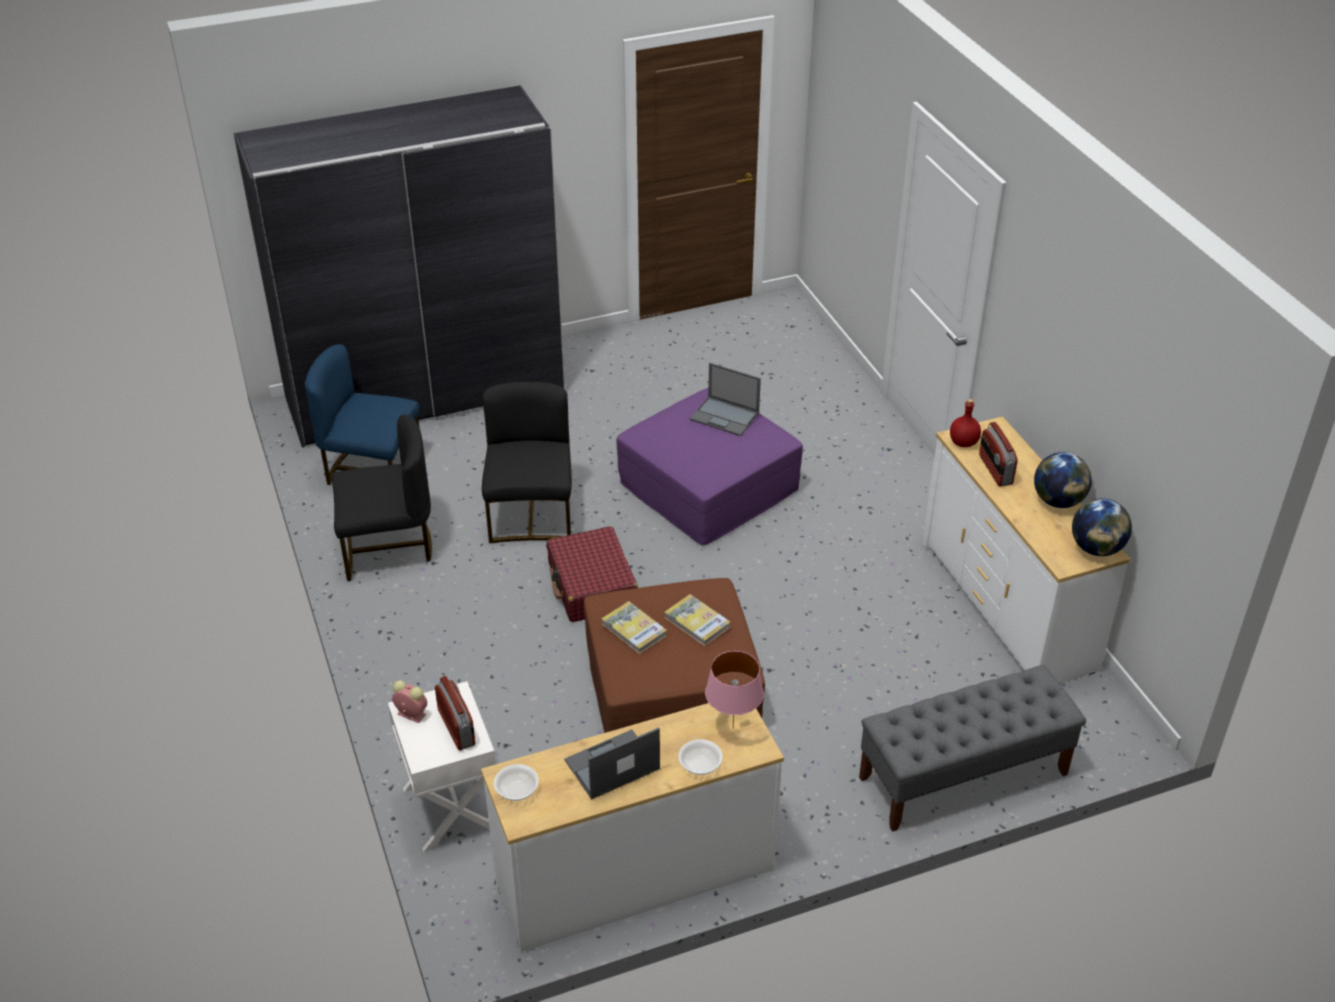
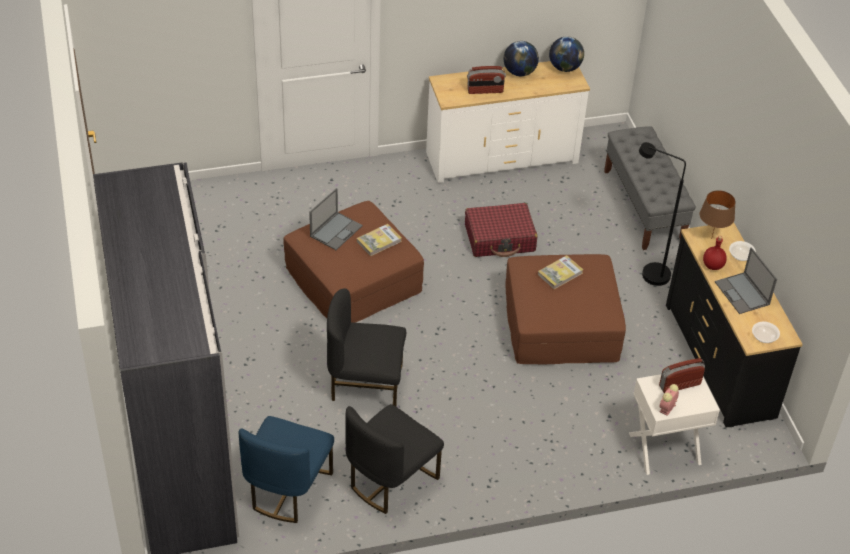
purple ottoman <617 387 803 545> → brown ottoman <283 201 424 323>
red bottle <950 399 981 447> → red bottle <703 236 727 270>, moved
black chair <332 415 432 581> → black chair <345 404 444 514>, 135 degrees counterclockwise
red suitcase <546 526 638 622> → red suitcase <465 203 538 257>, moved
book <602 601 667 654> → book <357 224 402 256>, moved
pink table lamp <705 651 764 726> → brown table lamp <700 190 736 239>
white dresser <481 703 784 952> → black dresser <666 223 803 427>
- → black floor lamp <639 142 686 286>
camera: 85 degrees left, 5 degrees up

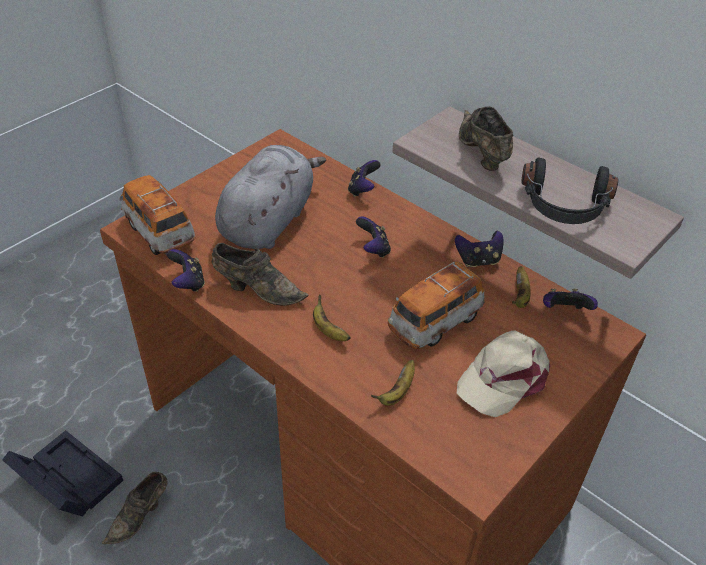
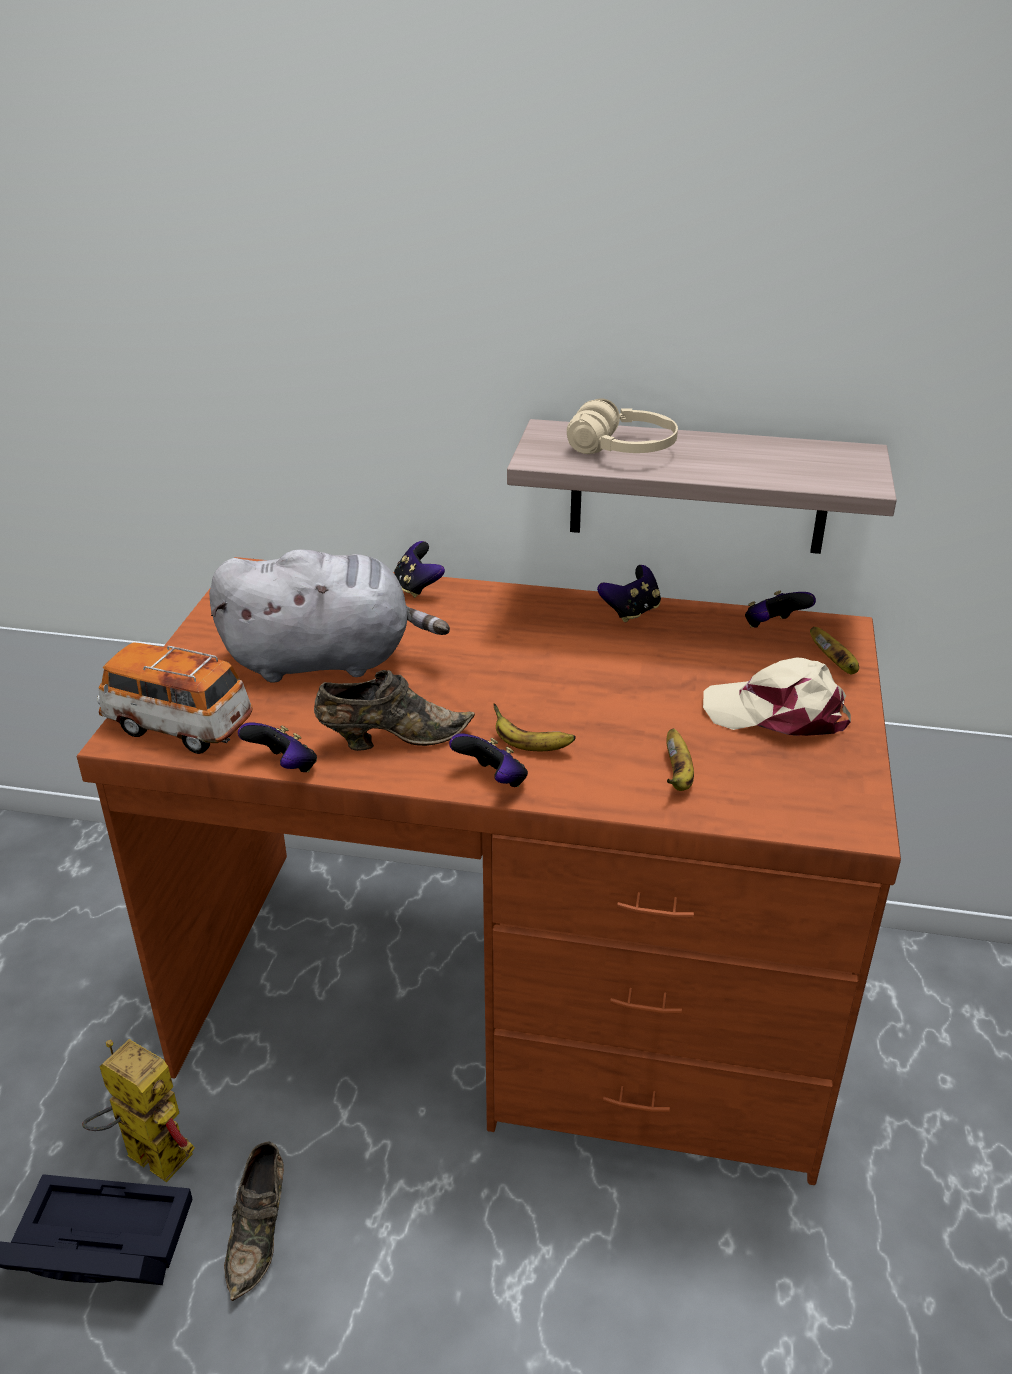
brown shoe <459 106 514 171> → beige headphones <567 398 678 454>
grey plush toy <215 145 326 249> → grey plush toy <209 550 450 683>, 90 degrees clockwise
black headphones <521 157 619 224> → -
game controller <356 216 391 258> → game controller <449 733 528 787>, moved
toy car <388 261 485 350> → -
banana <512 266 530 308> → banana <810 627 859 674>, moved
beige cap <457 330 550 417> → beige cap <703 657 851 736>, 90 degrees clockwise
- → toy robot <82 1039 195 1183>
camera: 30 degrees left, 10 degrees down

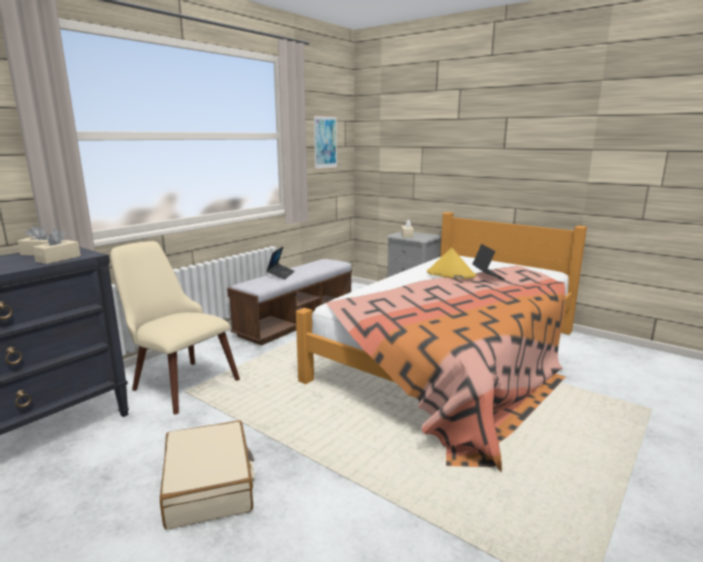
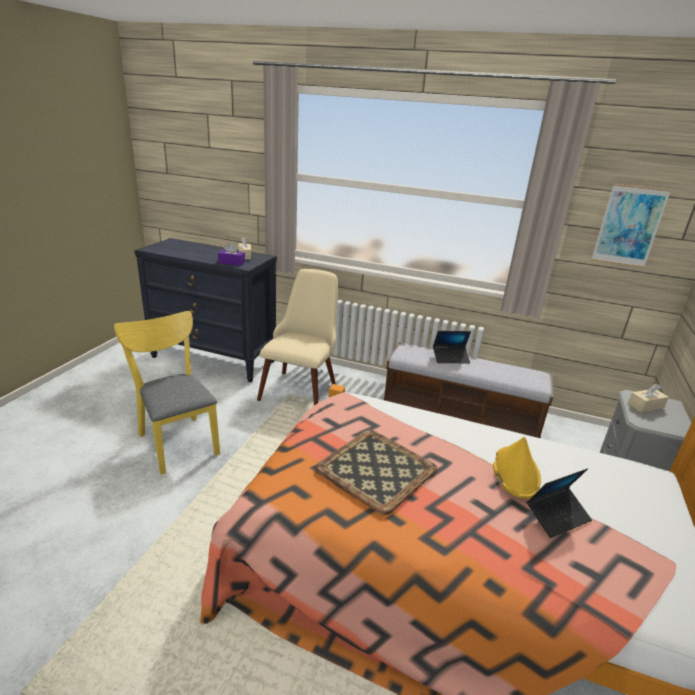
beige tissue box <33 229 81 264> → purple tissue box <218 243 245 266>
beige suitcase <160 420 254 530> → yellow chair <114 311 220 475>
- → tray <315 430 437 515>
camera: 70 degrees right, 10 degrees up

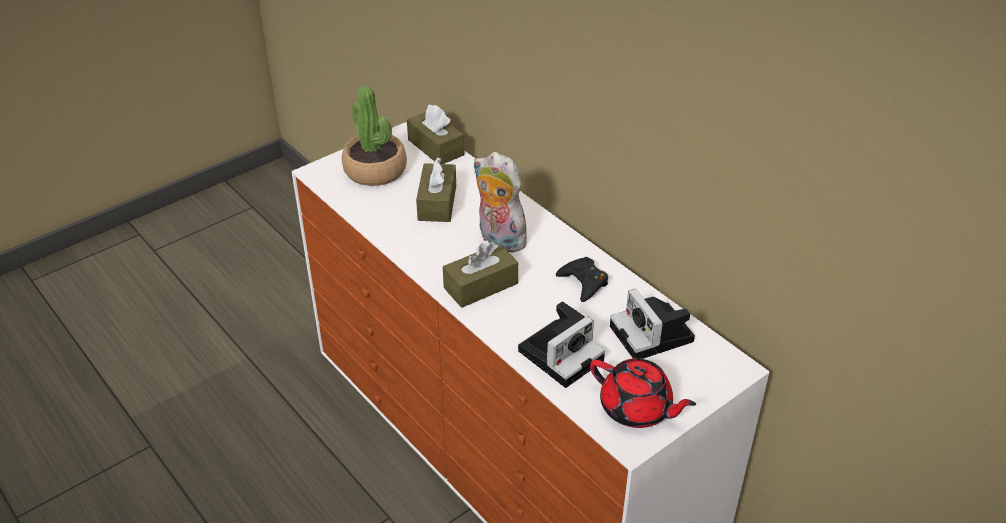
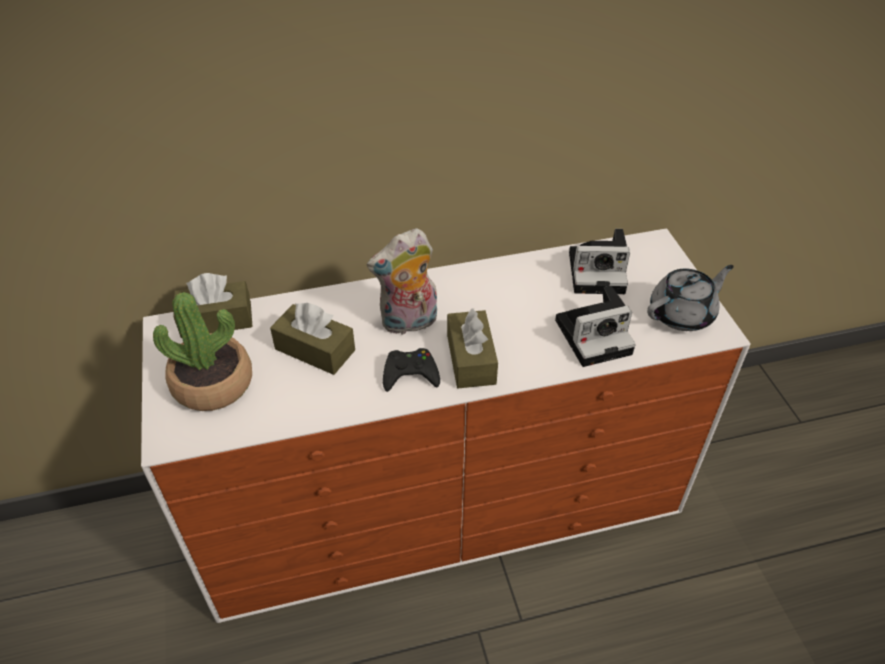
black game controller <556 257 608 302> → black game controller <383 348 440 392>, moved
photo camera <518 301 605 388> → photo camera <555 286 636 367>, 90 degrees clockwise
red teapot <590 358 696 428> → grey teapot <647 265 734 331>
camera: 65 degrees left, 5 degrees up

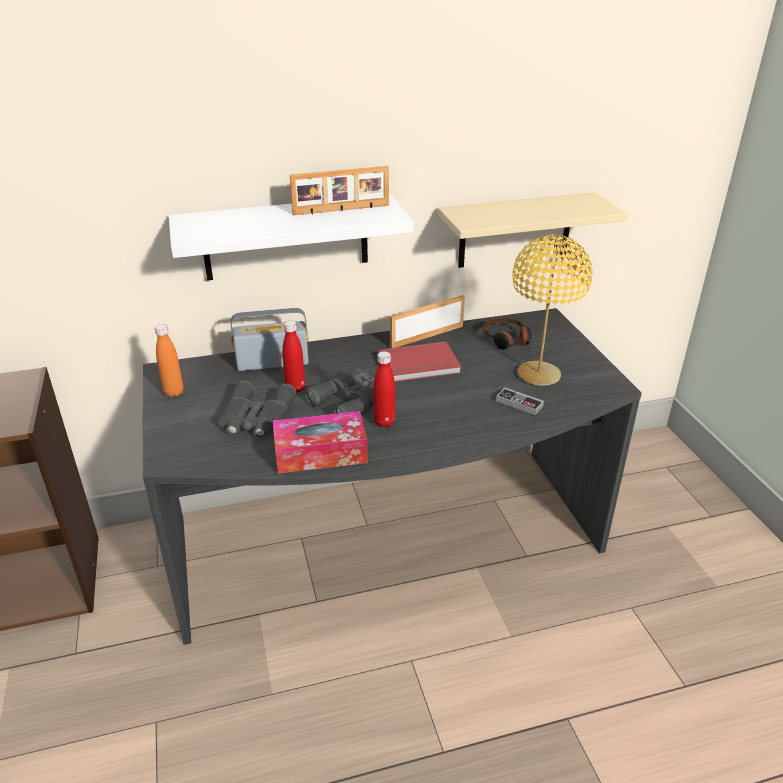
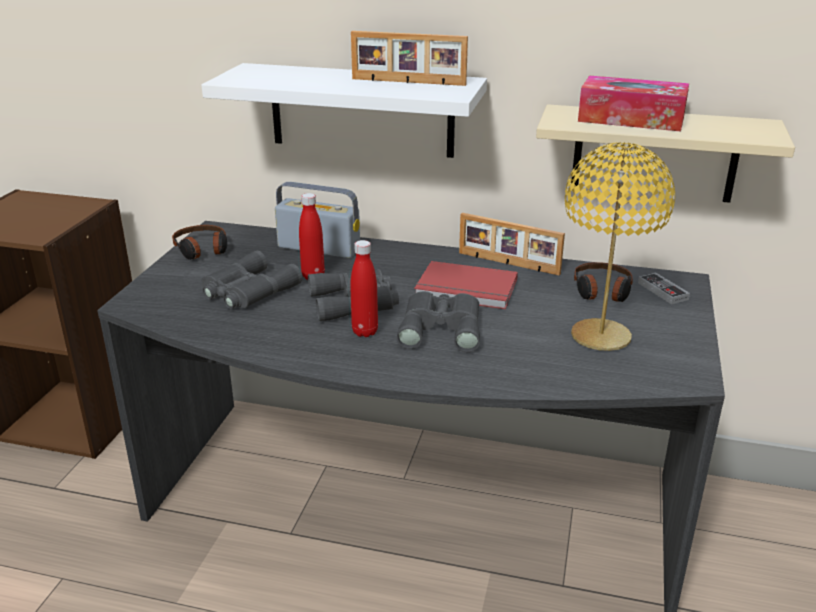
picture frame <390 295 465 348> → picture frame <459 213 565 275>, 150 degrees counterclockwise
orange bottle <155 324 183 397> → headphones <172 225 227 260>
game controller <496 388 544 415> → game controller <638 273 690 304>, moved
tissue box <273 411 368 474> → tissue box <578 76 689 132>, moved
- → grey binoculars <397 291 480 353>
camera: 30 degrees right, 5 degrees down

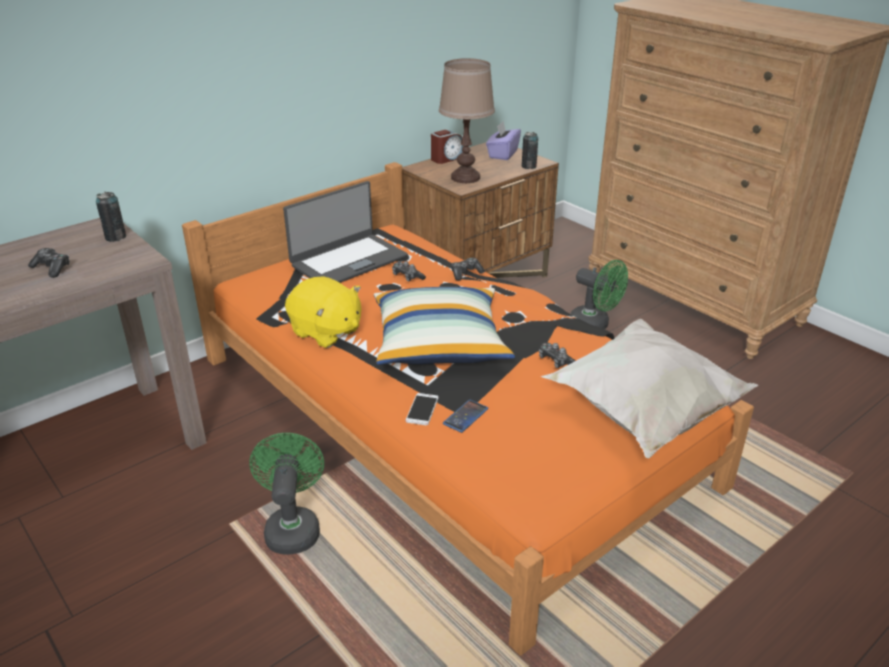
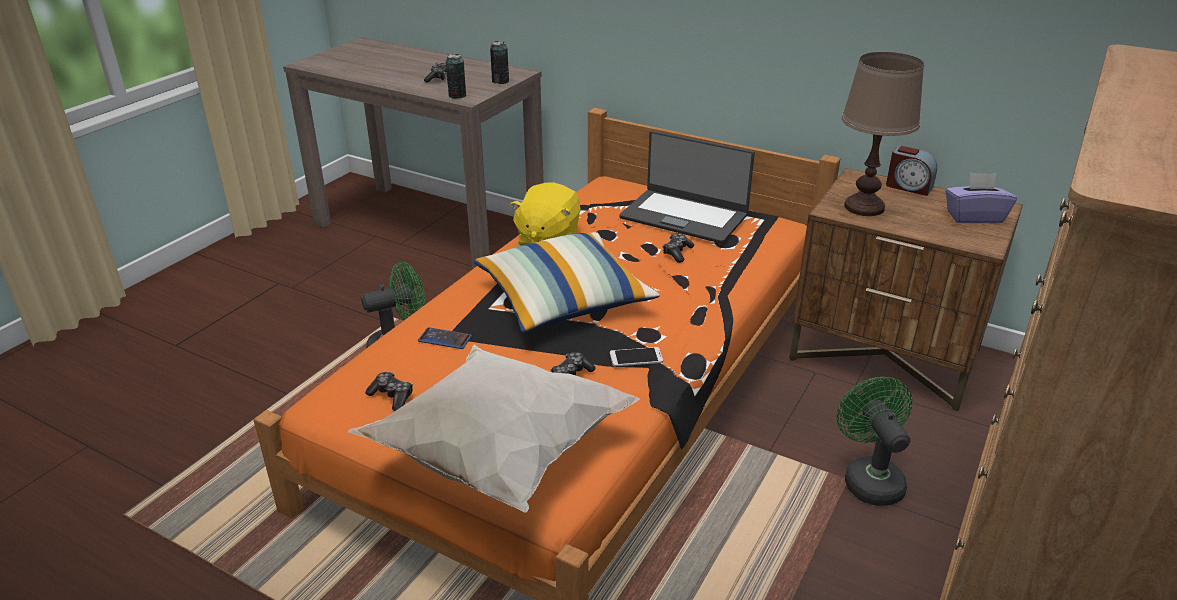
can <522 132 538 169> → can <446 54 466 99>, moved
game controller <451 258 485 281> → game controller <365 372 413 411>, moved
green fan <570 260 628 329> → green fan <837 377 913 506>, 150 degrees clockwise
phone <406 393 438 425> → phone <610 347 663 366>, moved
camera: 70 degrees right, 0 degrees up

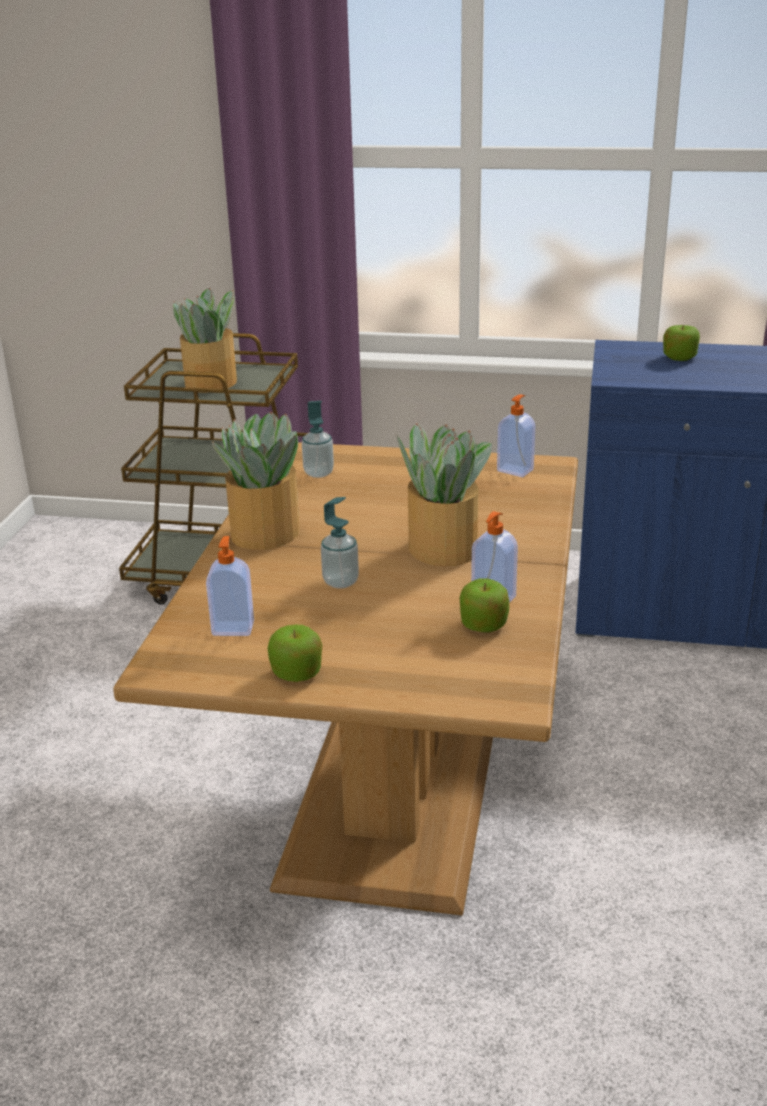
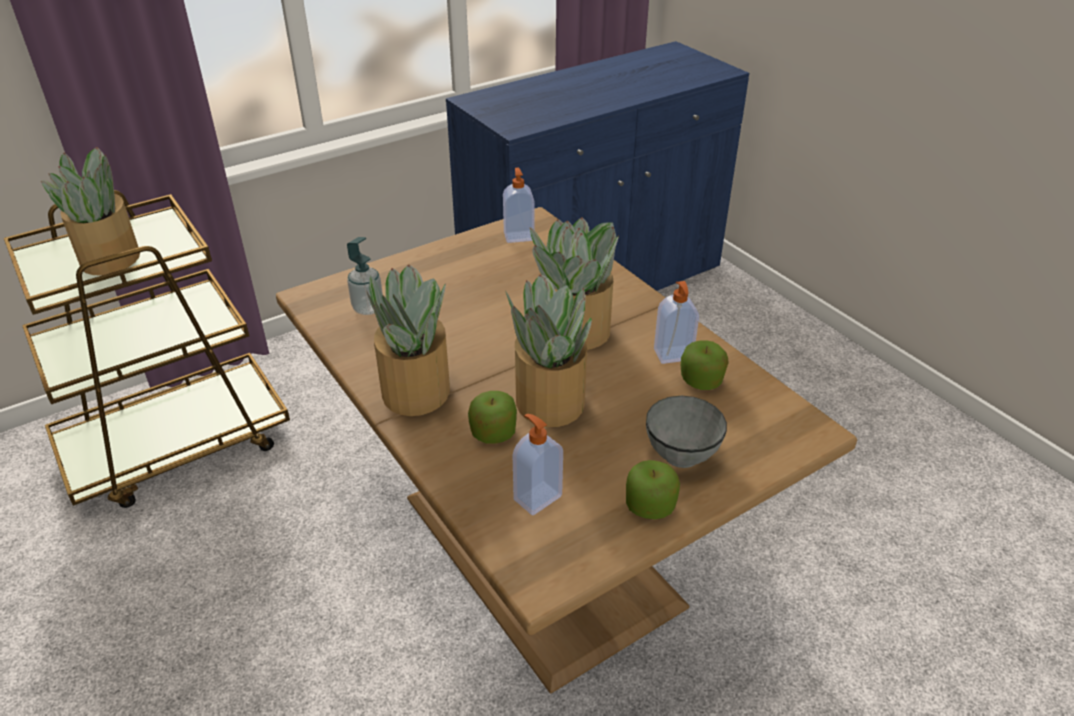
apple <663 325 700 361> → apple <468 391 517 444>, moved
soap dispenser <321 497 359 589> → potted plant <505 274 592 427>
- → grey bowl <646 396 727 468>
camera: 45 degrees left, 10 degrees up

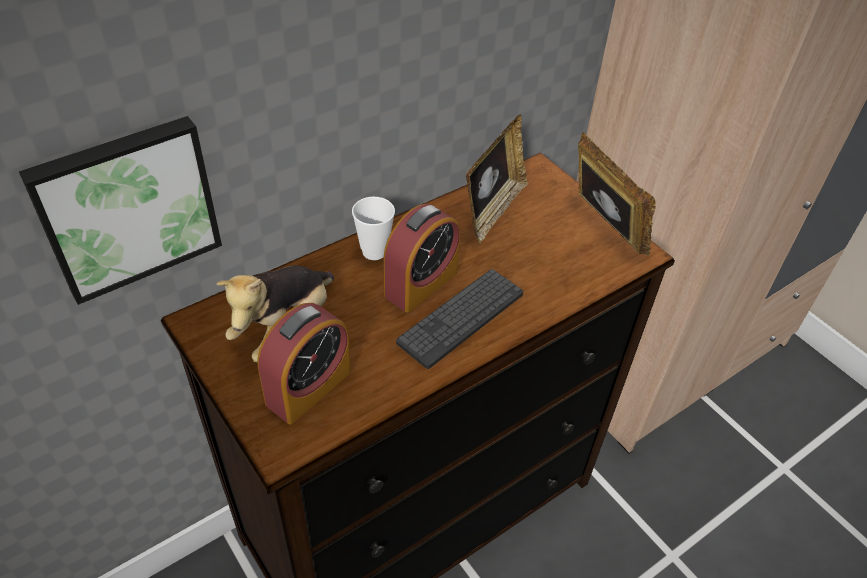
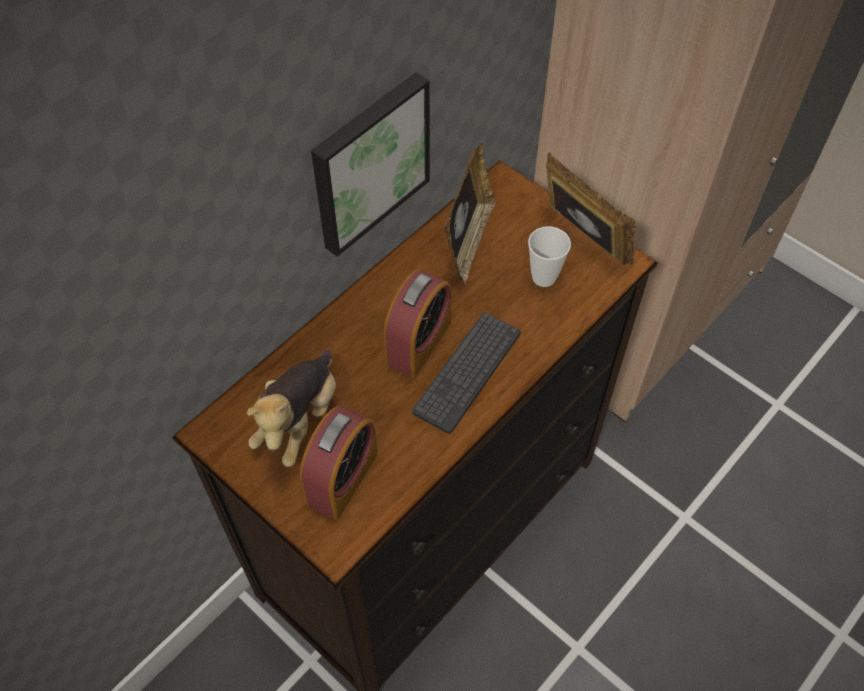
picture <19 116 222 305> → picture <311 72 430 257>, moved
cup <352 197 395 260> → cup <528 226 571 287>, moved
camera: 10 degrees left, 10 degrees up

